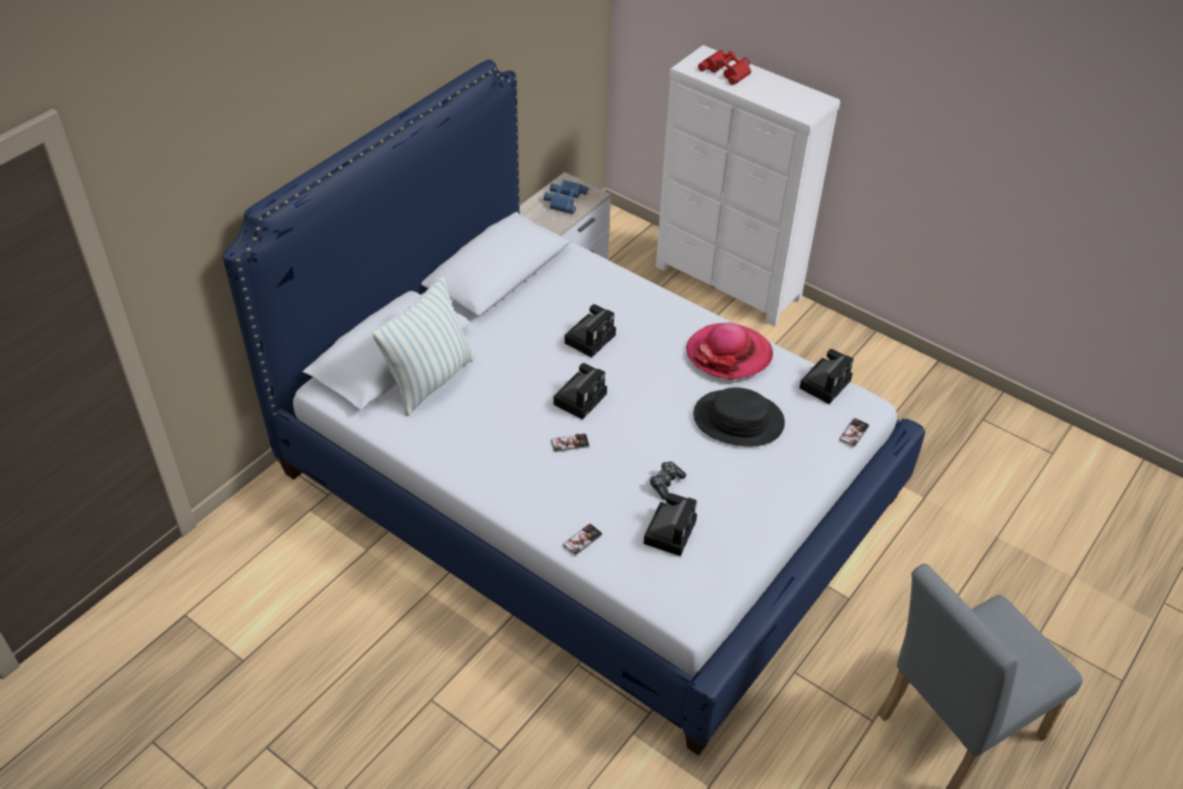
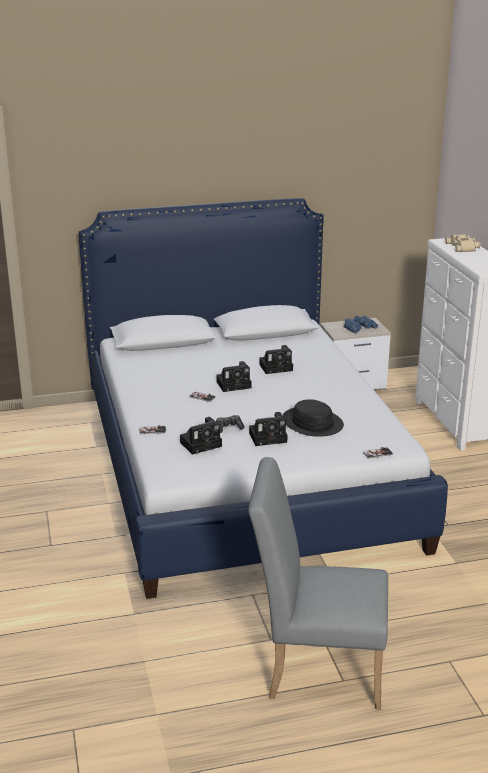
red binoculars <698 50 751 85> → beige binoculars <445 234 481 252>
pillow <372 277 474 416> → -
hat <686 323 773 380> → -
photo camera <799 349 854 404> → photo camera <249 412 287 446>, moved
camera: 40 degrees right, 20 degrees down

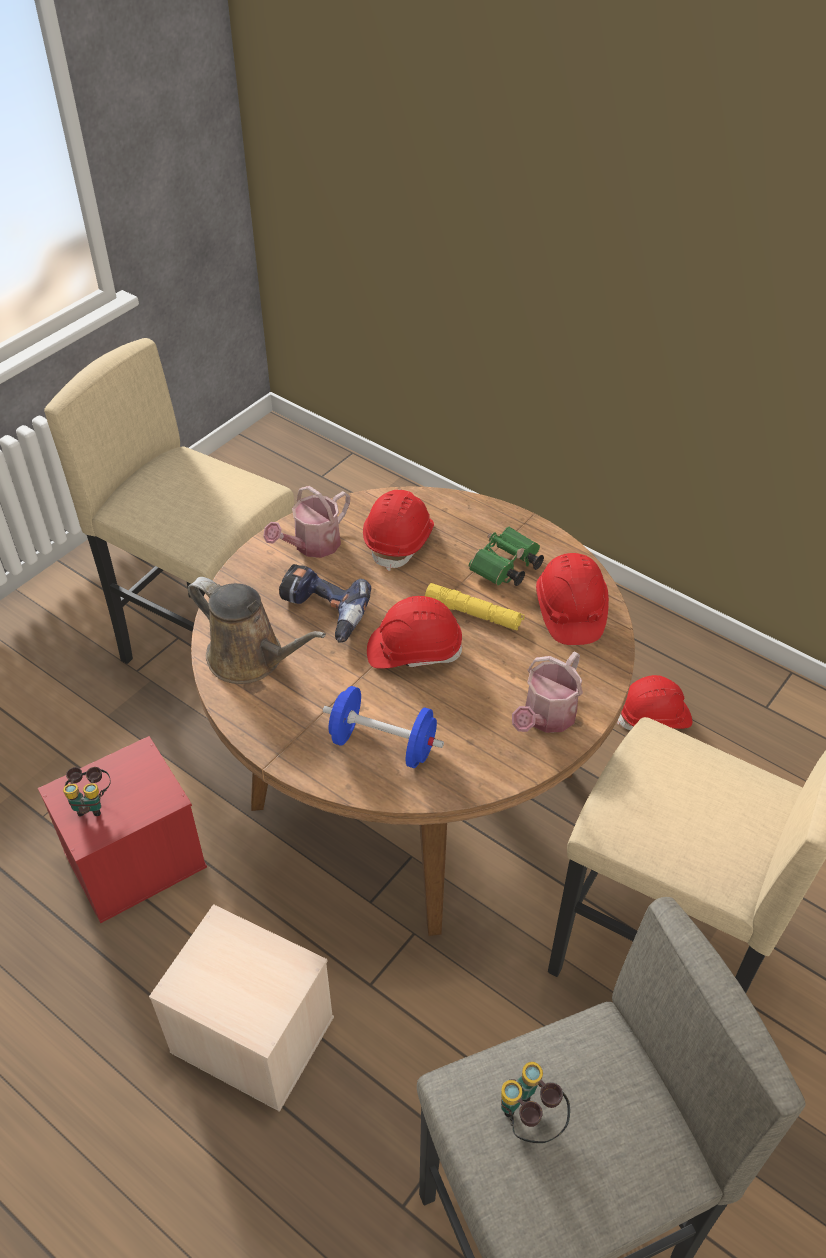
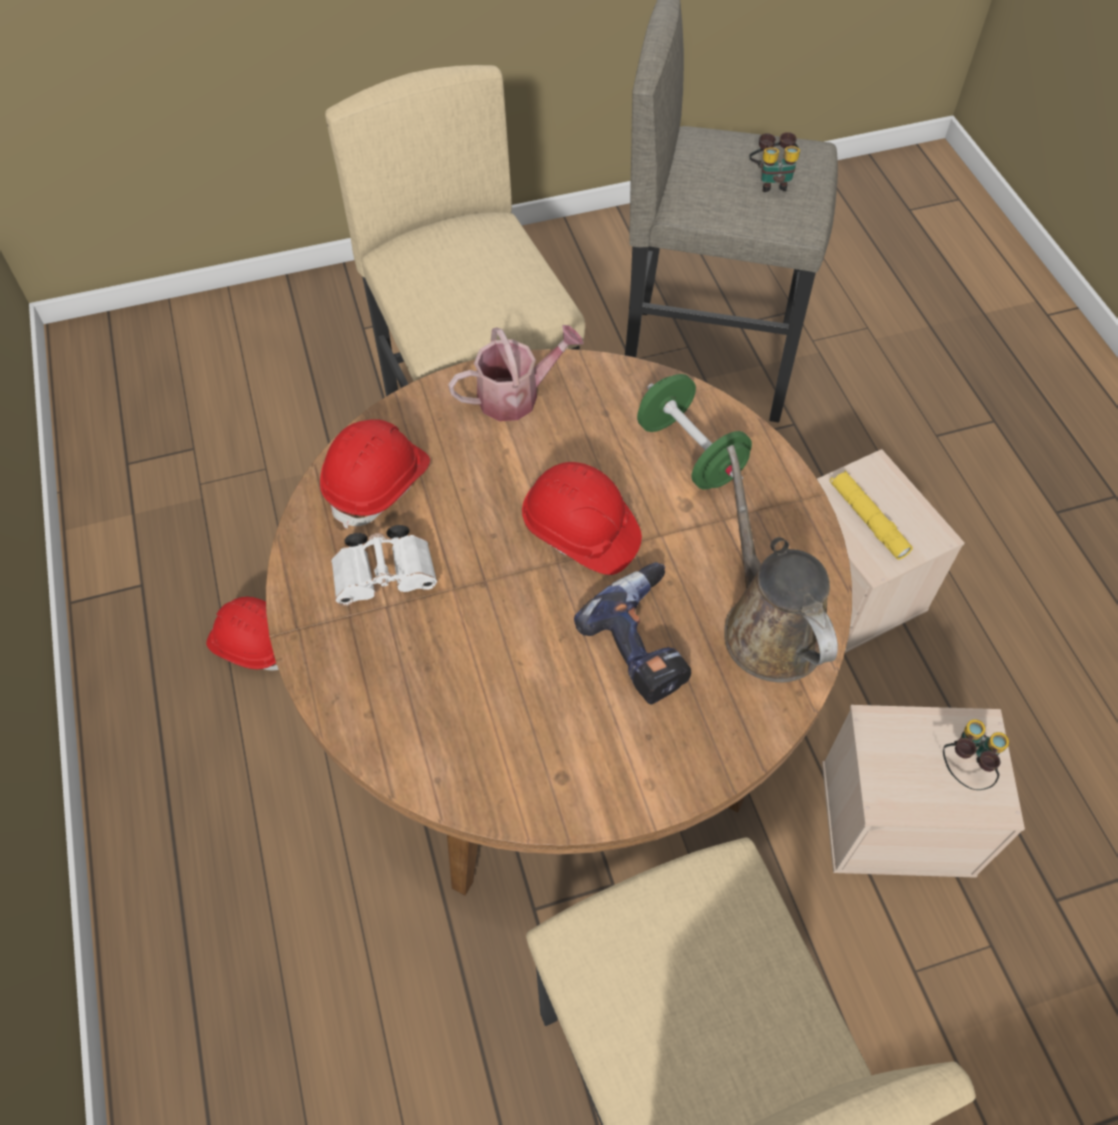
watering can <263 486 350 558> → -
red hard hat <363 490 434 571> → -
green binoculars <469 527 544 586> → white binoculars <331 525 437 606>
yellow flashlight <425 583 525 631> → yellow flashlight <830 471 913 560>, moved
blue dumbbell <323 686 444 768> → green dumbbell <637 374 752 490>
red storage box <38 736 207 923> → beige storage box <822 705 1025 878>
camera: 145 degrees left, 10 degrees up

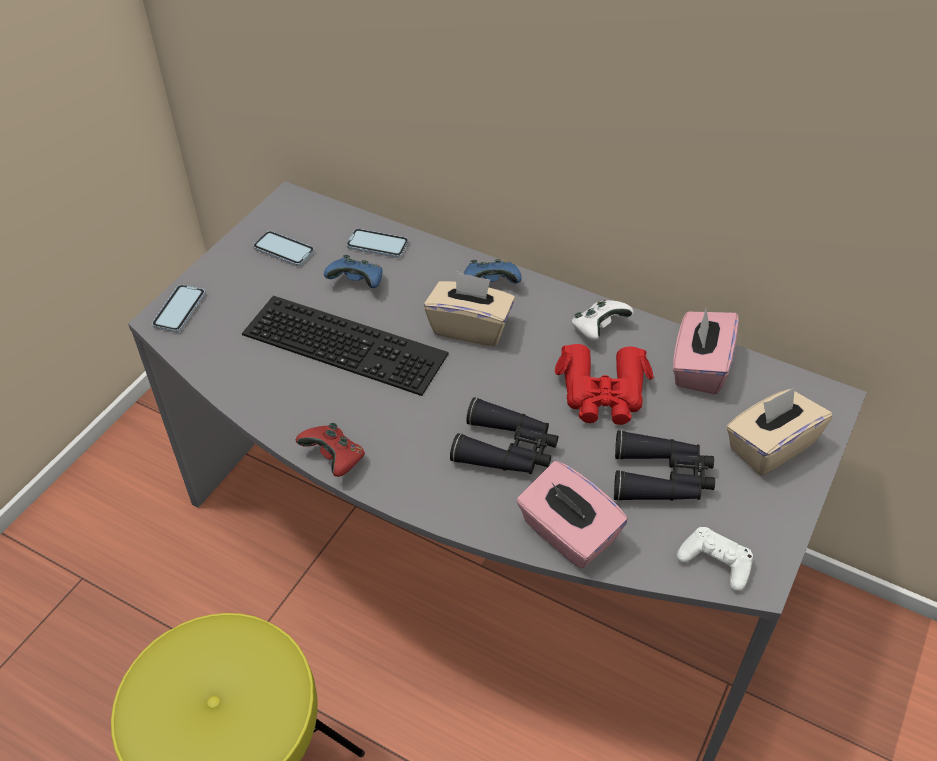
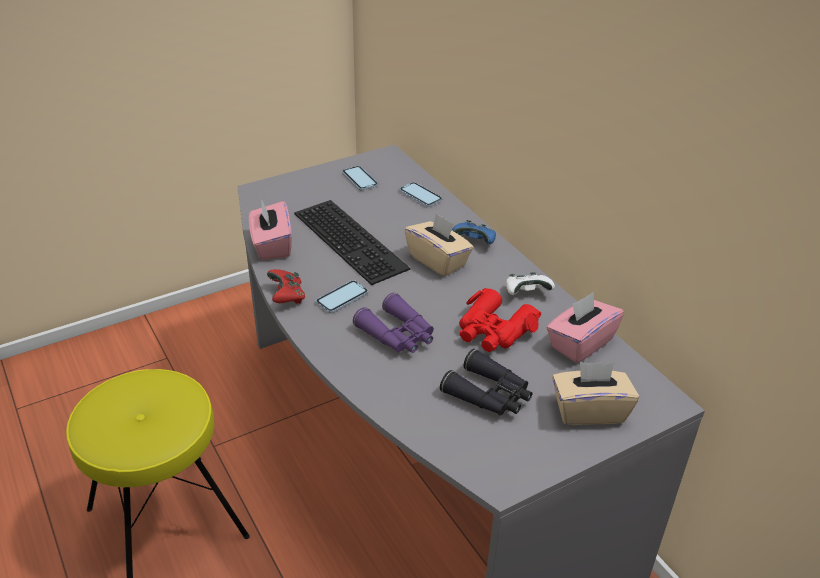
blue game controller <324 255 382 288> → -
phone <152 285 206 333> → phone <316 280 368 313>, moved
black binoculars <450 397 558 474> → purple binoculars <353 293 434 353>
pink tissue box <517 461 628 569> → pink tissue box <249 199 292 260>, moved
white game controller <677 527 753 591> → -
camera: 30 degrees right, 10 degrees down

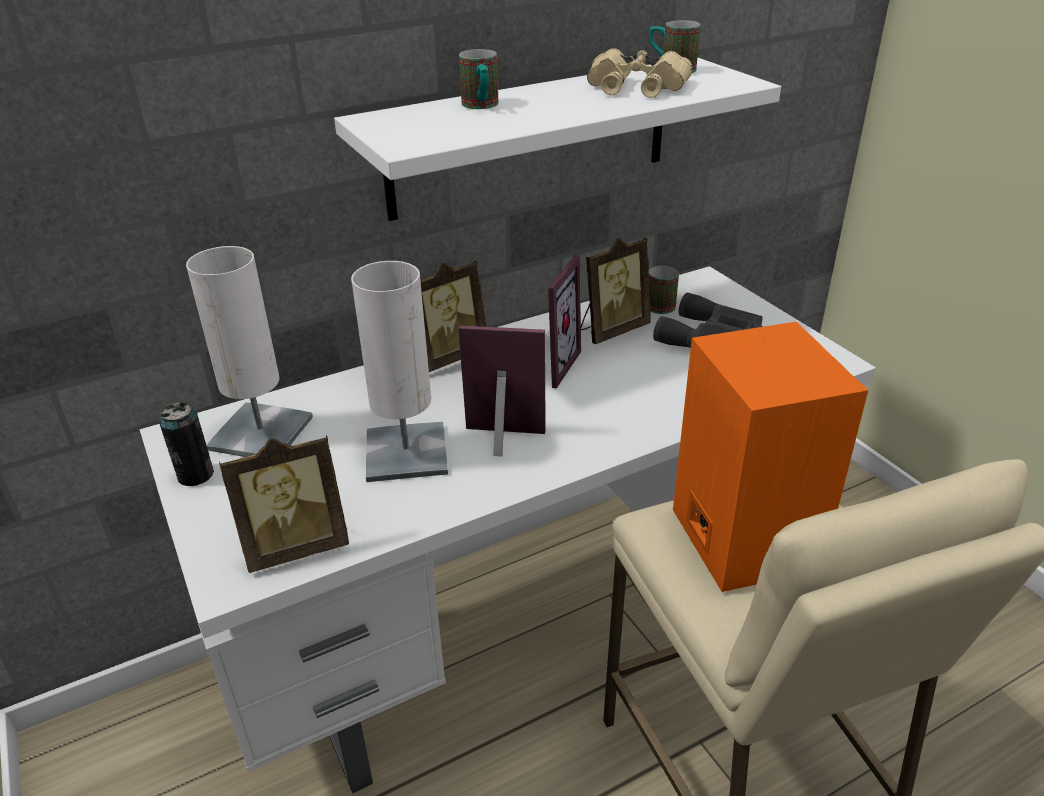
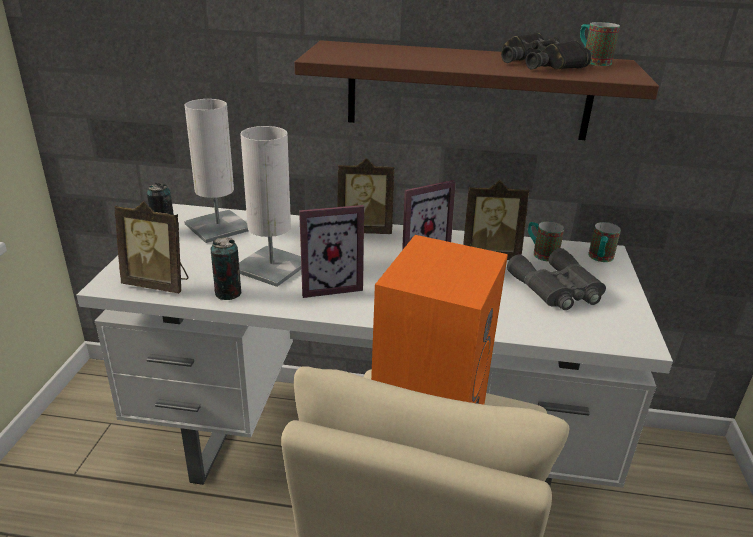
beige binoculars <587 48 692 98> → black binoculars <501 33 592 69>
mug <459 49 499 109> → mug <588 222 621 262>, moved
white shelf <334 57 781 221> → brown shelf <294 40 659 140>
picture frame <458 325 546 456> → picture frame <299 205 364 298>, 120 degrees clockwise
- → can <210 237 241 300>
camera: 35 degrees right, 5 degrees down

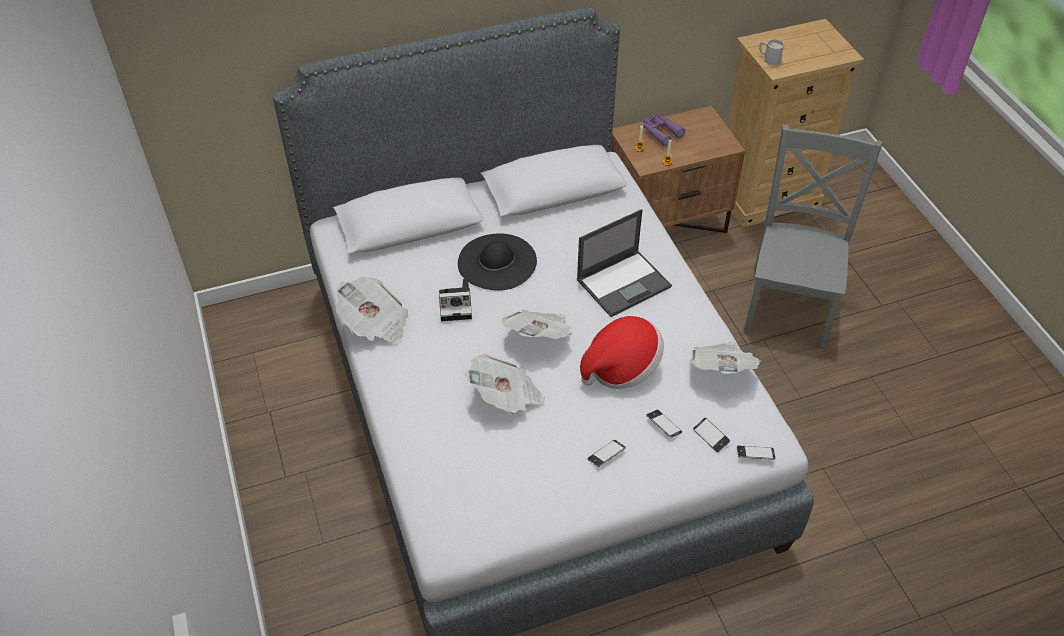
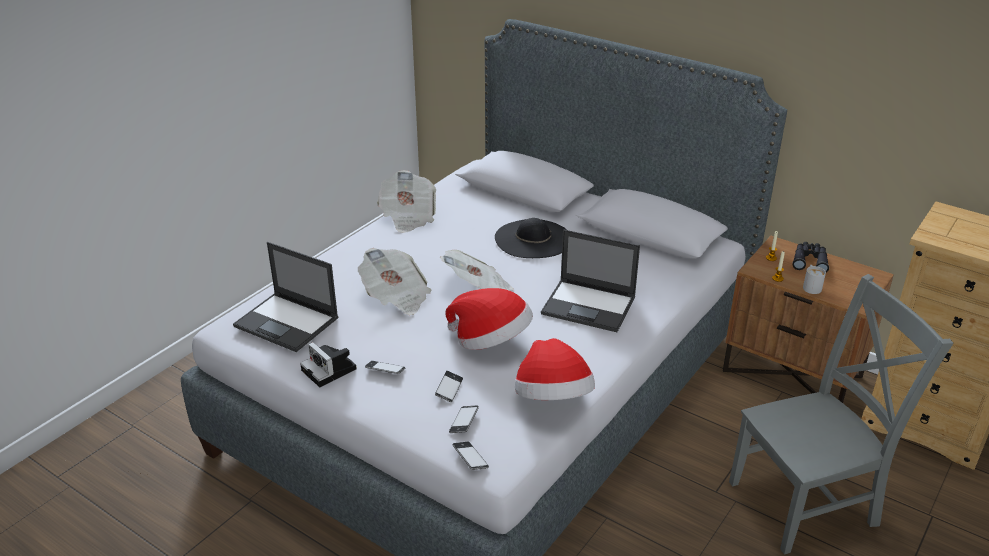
white mug <759 39 784 65> → white mug <803 265 826 294>, moved
purple binoculars <643 114 685 146> → black binoculars <792 242 829 272>
photo camera <439 279 472 321> → photo camera <300 342 357 387>, moved
newspaper <690 342 761 374> → hat <515 338 595 400>
- → laptop <233 242 338 352>
camera: 55 degrees right, 15 degrees down

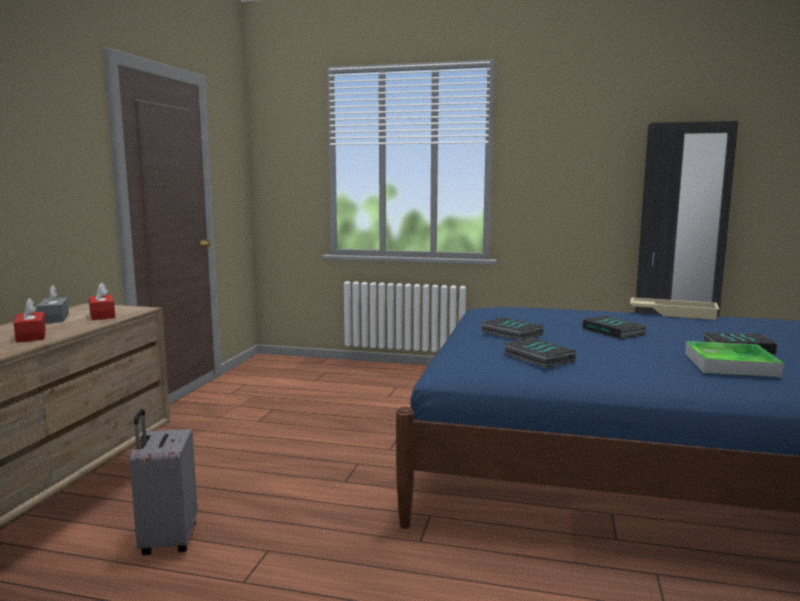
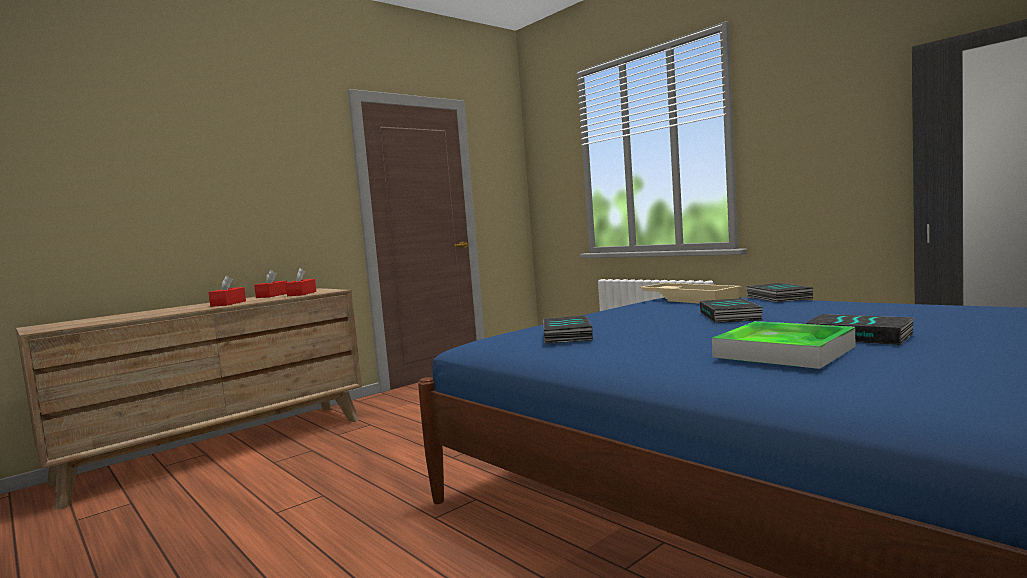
grey tissue box <37 285 69 323> → red tissue box <254 270 287 298>
beige tray <630 297 720 320> → beige tray <639 283 742 304>, moved
book <481 317 543 340> → book <746 283 813 303>, moved
grey suitcase <129 409 198 555> → -
camera: 35 degrees right, 5 degrees down

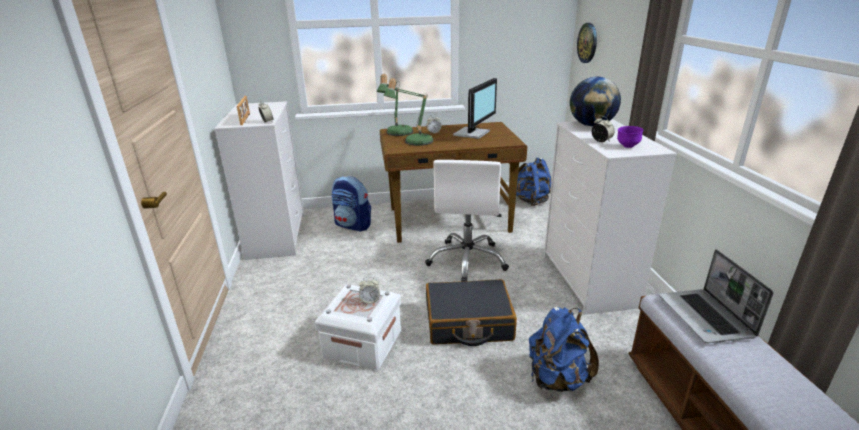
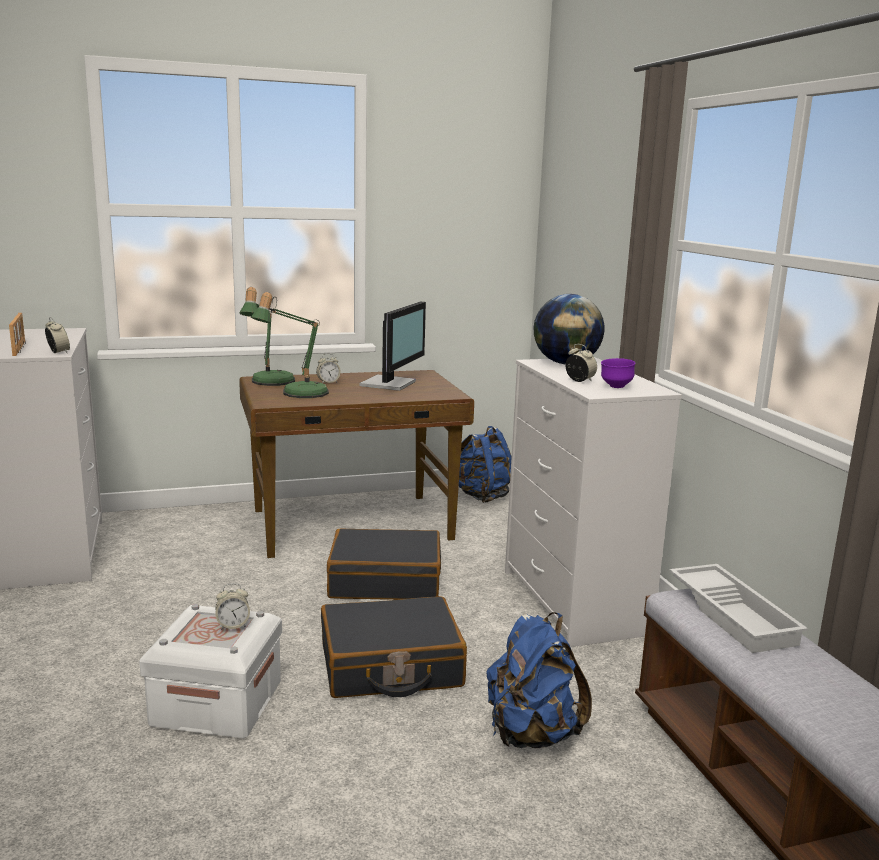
wall clock <577 23 597 63> → -
white office chair <425 160 509 282> → black suitcase <327 528 441 600>
backpack <332 176 371 232> → -
laptop <659 249 773 343> → white tray <669 564 808 653>
camera: 10 degrees left, 10 degrees down

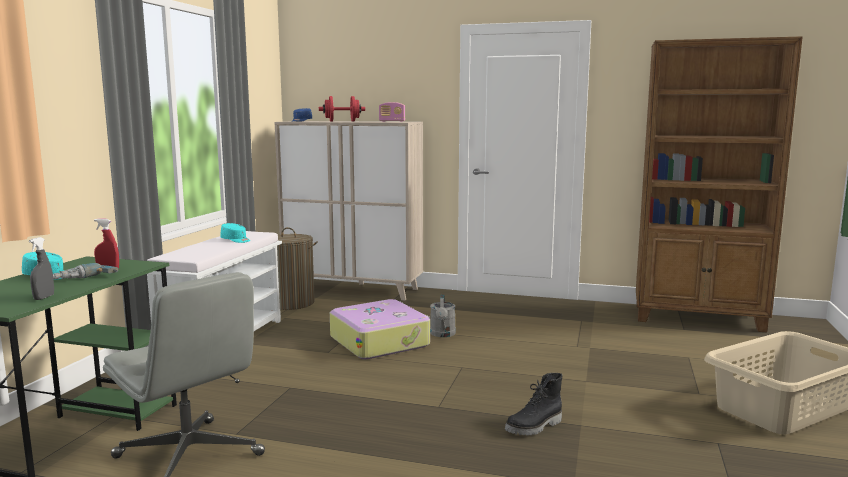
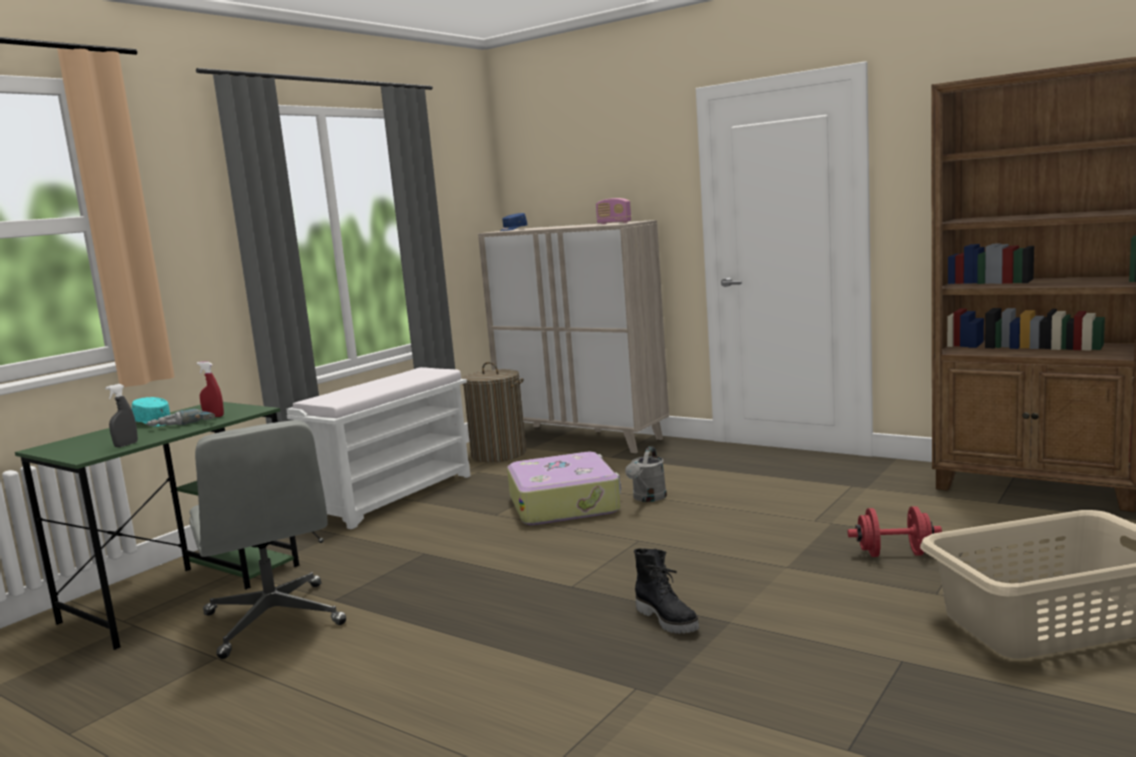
red dumbbell <319 96 365 122> → red dumbbell <848 506 942 557>, moved
turquoise cap <220 223 250 243> → -
black boot <505 373 563 436> → black boot <634 548 699 634>, 105 degrees counterclockwise
camera: 20 degrees right, 0 degrees up

